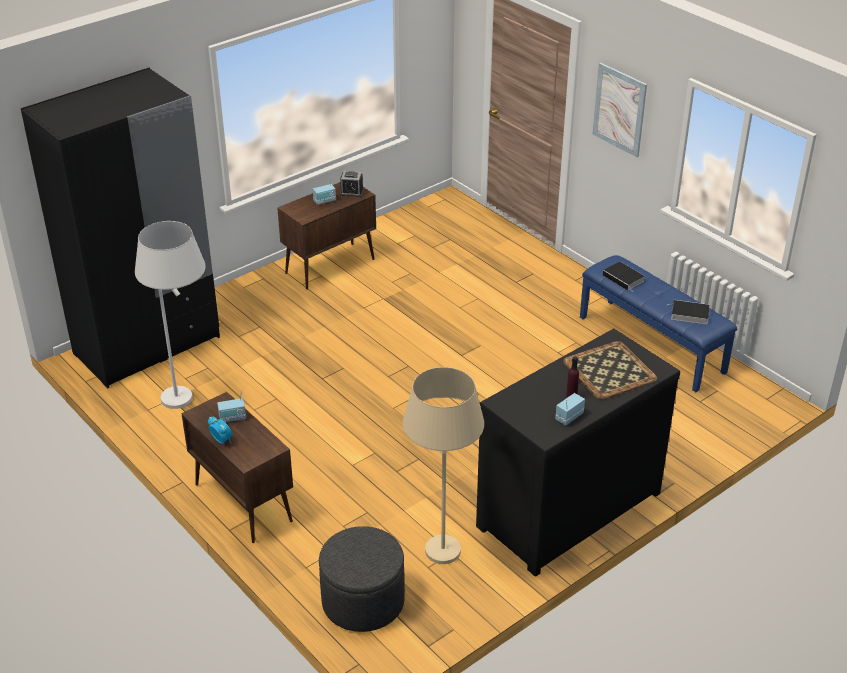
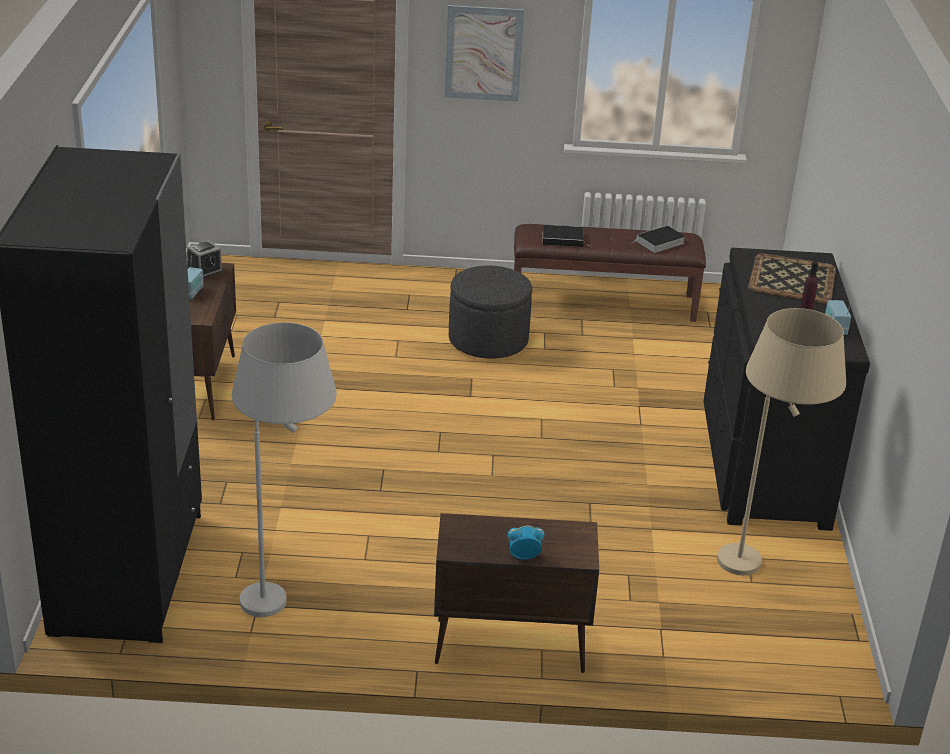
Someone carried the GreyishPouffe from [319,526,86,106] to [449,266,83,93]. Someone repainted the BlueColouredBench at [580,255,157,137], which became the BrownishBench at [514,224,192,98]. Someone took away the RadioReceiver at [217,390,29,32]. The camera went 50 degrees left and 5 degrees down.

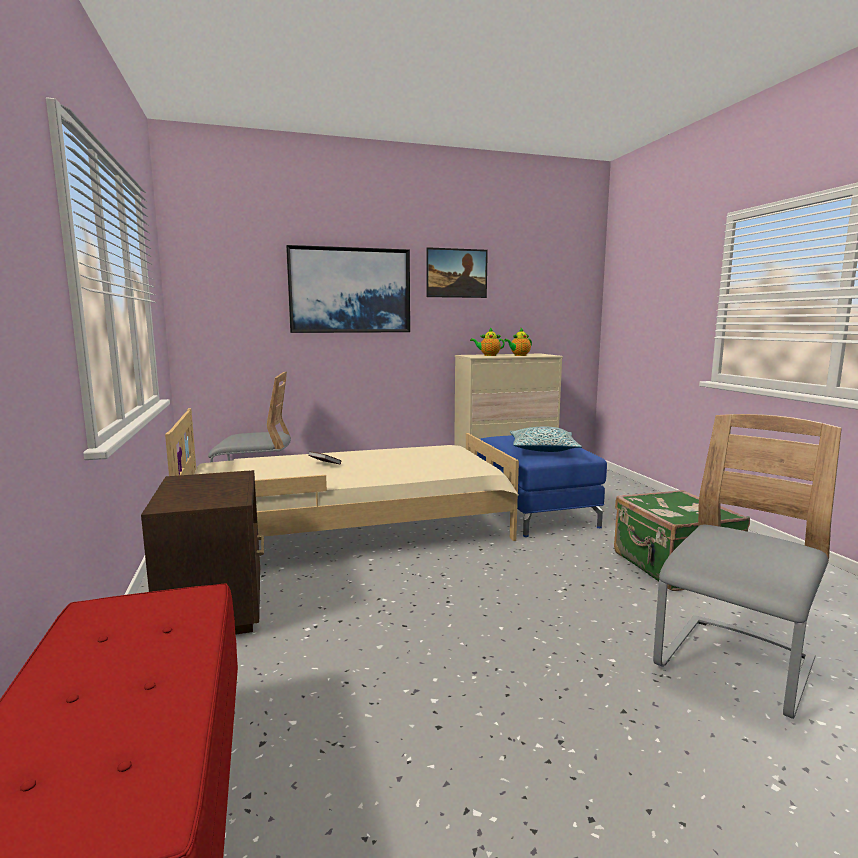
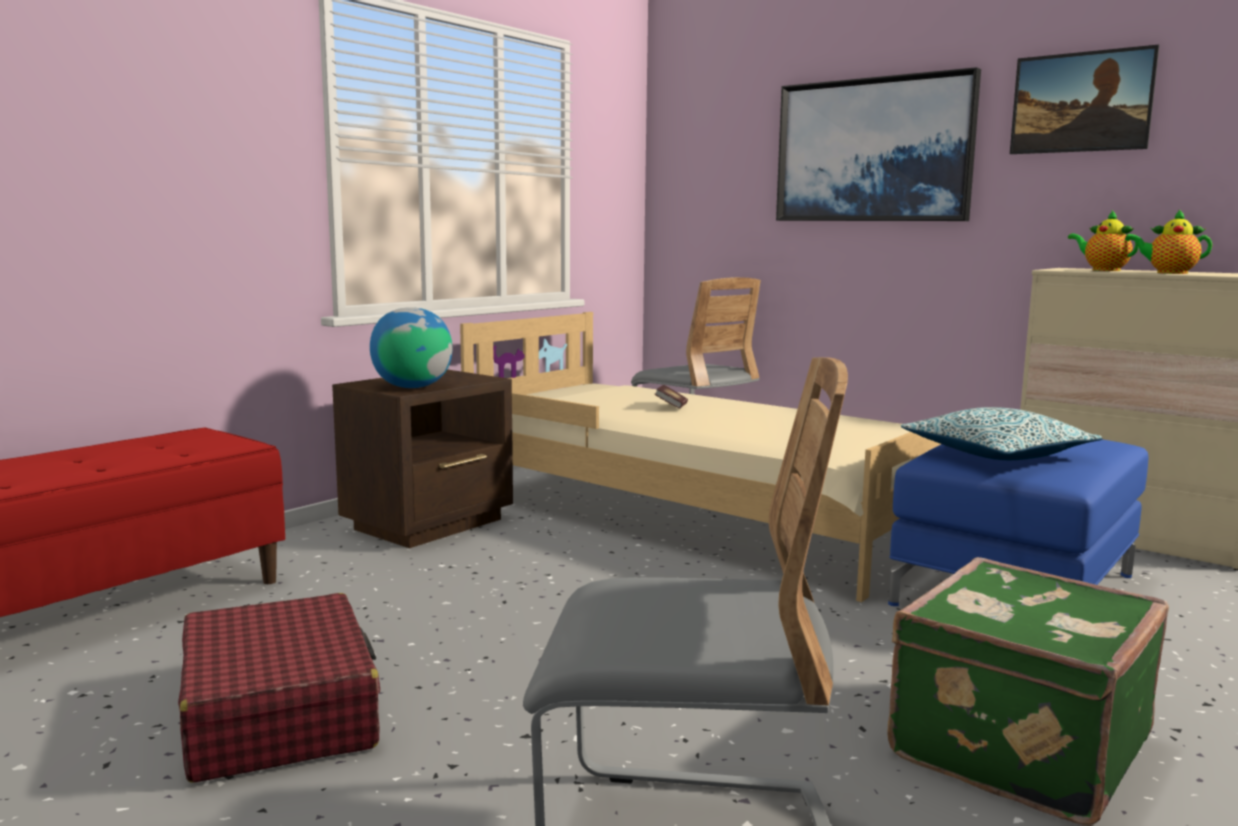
Someone put down the ReddishSuitcase at [178,593,202,190]. Someone put down the Globe at [370,307,83,81]. The camera went 55 degrees right and 0 degrees up.

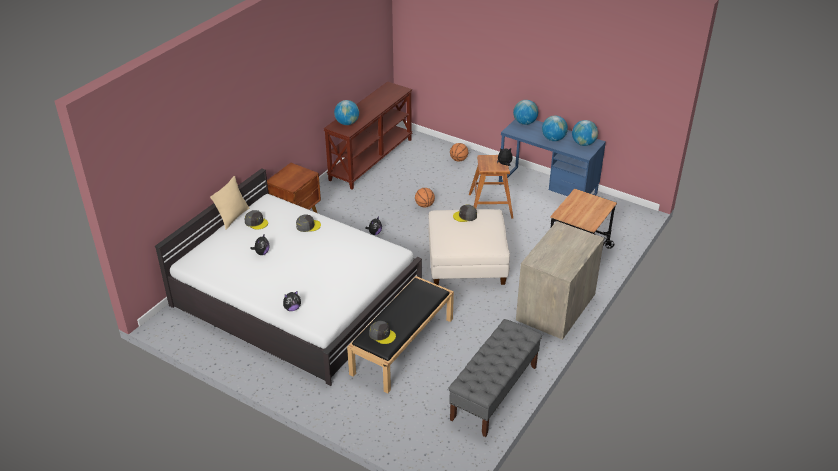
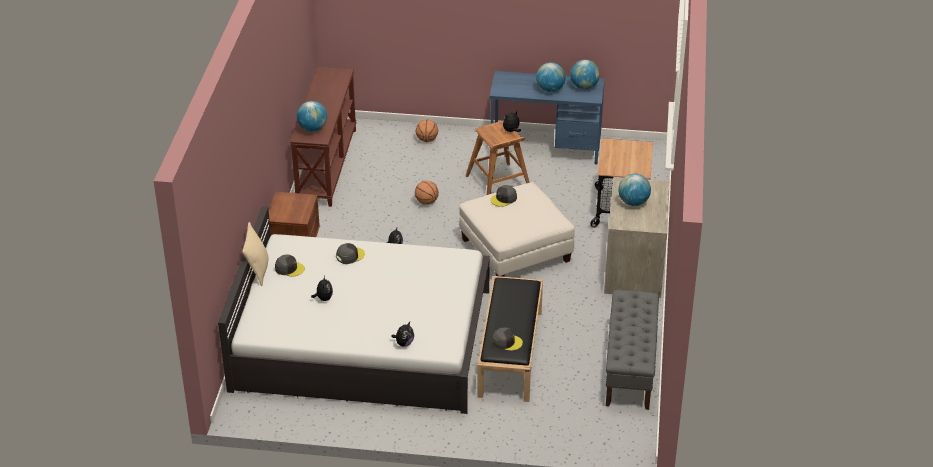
Someone carried the Globe from [513,100,25,25] to [618,174,33,32]. The camera went 25 degrees left and 0 degrees up.

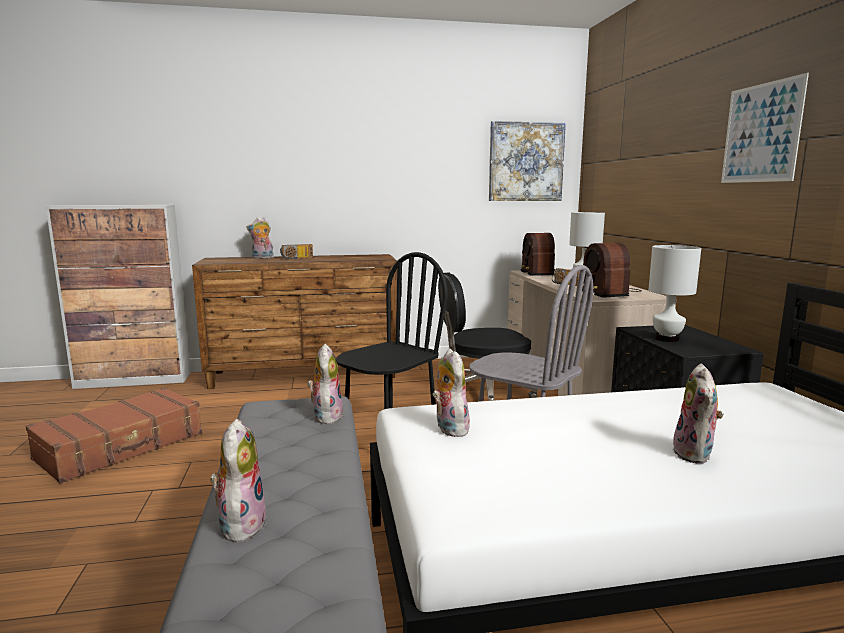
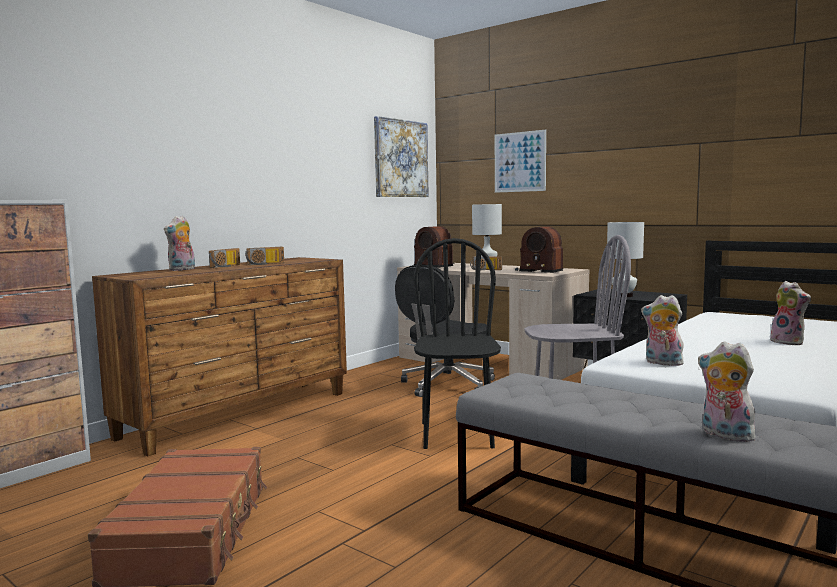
Someone put down the RadioReceiver at [245,247,39,18]. Someone carried the WallArt from [721,73,88,110] to [495,129,51,64]. Someone took away the SoftToy at [307,344,36,80]. The camera went 40 degrees left and 5 degrees down.

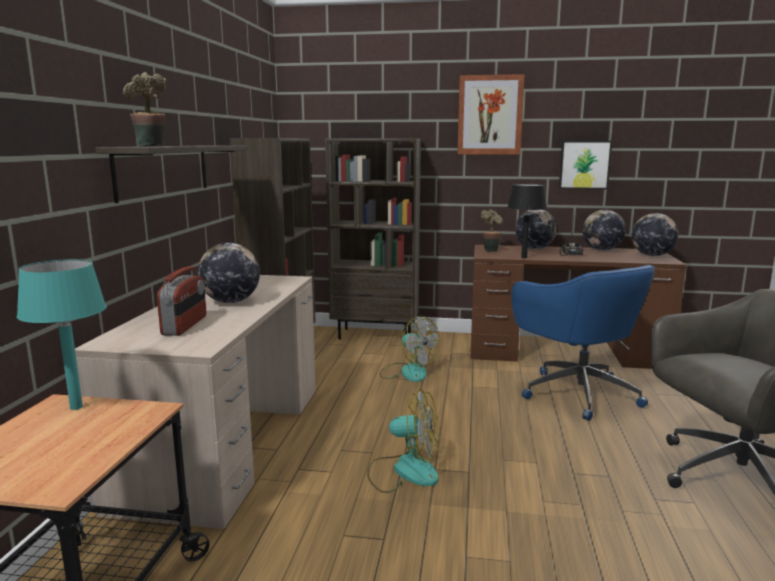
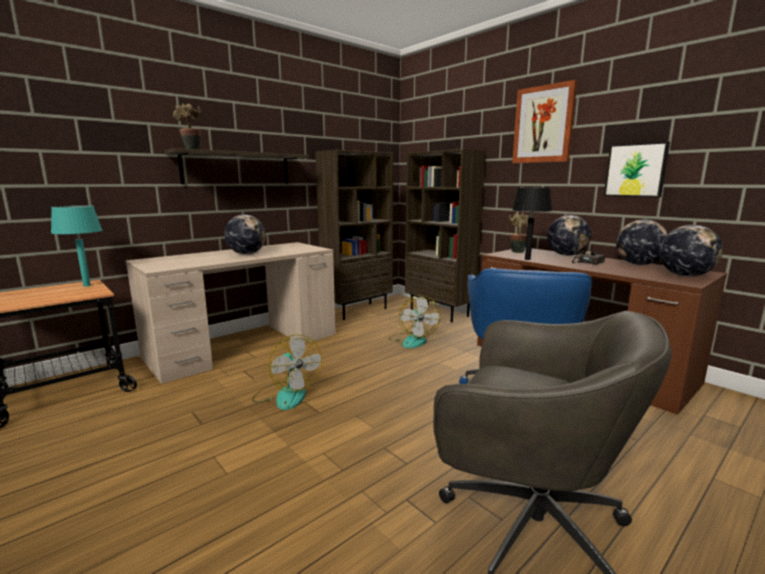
Someone took away the RadioReceiver at [157,266,49,70]. The camera went 40 degrees right and 0 degrees up.

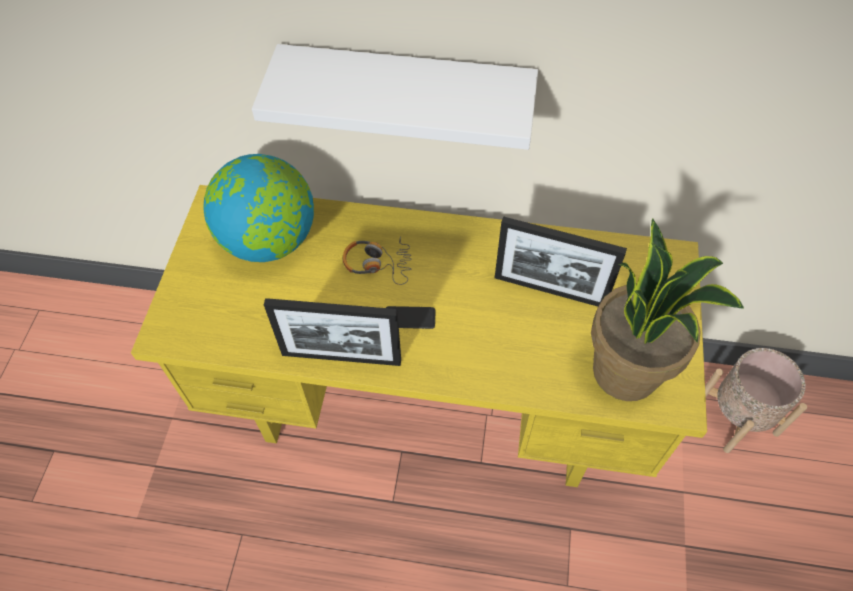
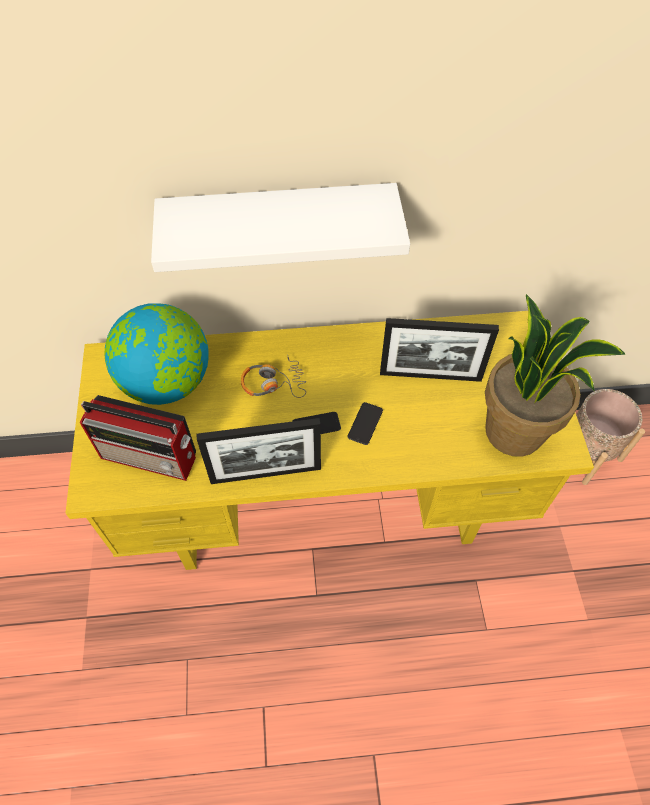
Someone put down the RadioReceiver at [80,395,116,86]. Someone put down the Telephone at [348,402,35,43]. The camera went 15 degrees left and 0 degrees up.

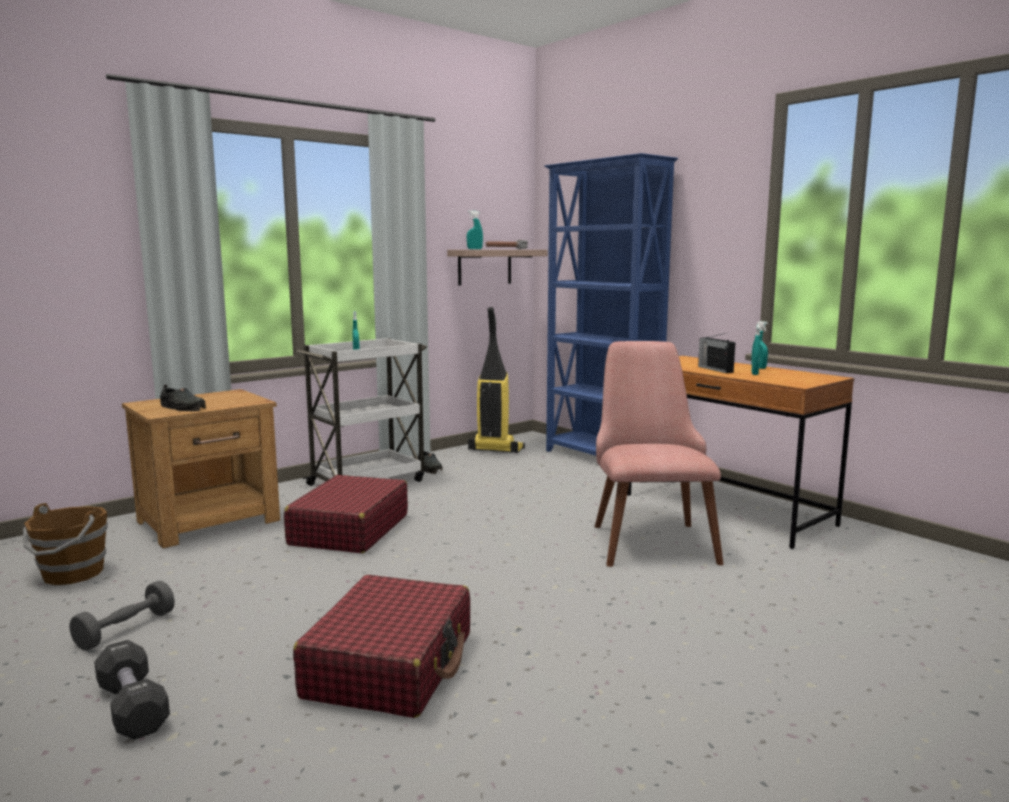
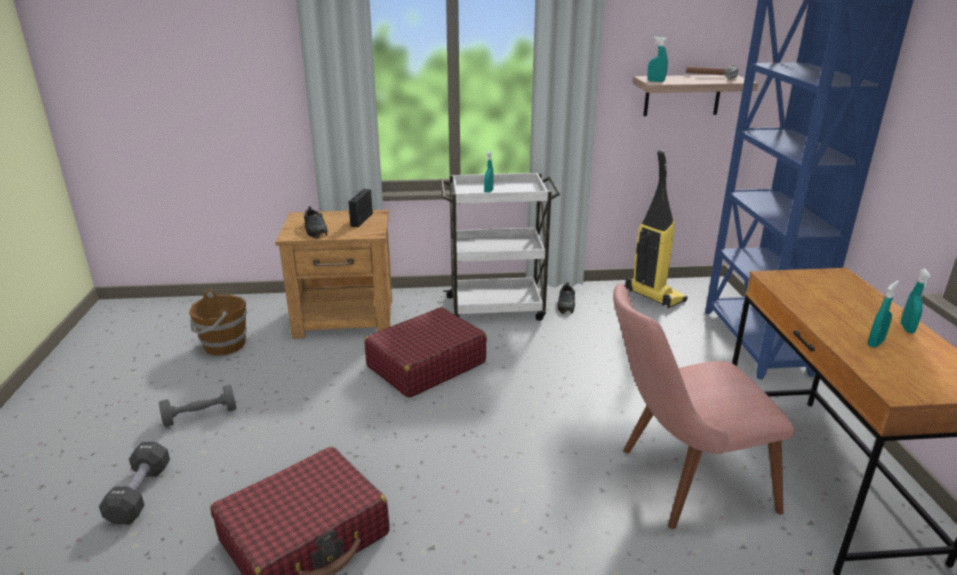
Someone carried the RadioReceiver from [698,333,37,40] to [348,189,25,38]. Someone rotated the PinkChair at [595,341,129,226] by 135 degrees counterclockwise. The camera went 35 degrees right and 15 degrees up.

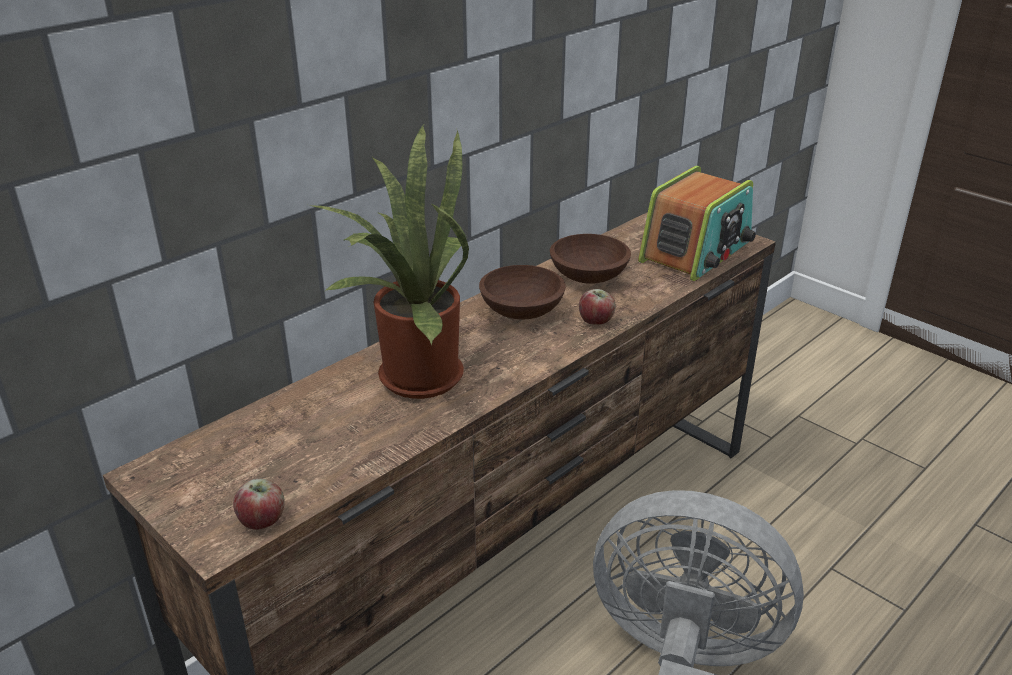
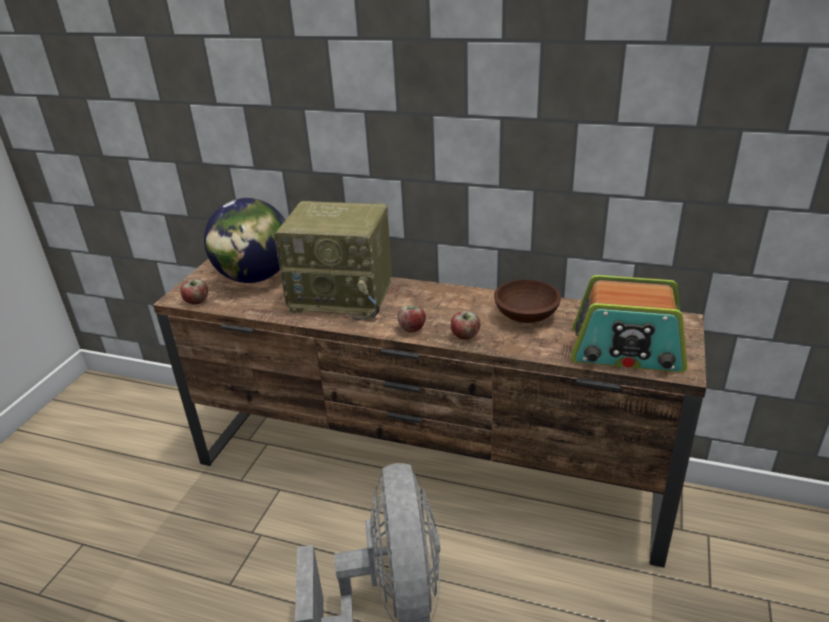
Someone put down the Globe at [204,198,81,85]. Someone swapped the PottedPlant at [309,125,160,274] for the RadioReceiver at [274,201,118,119]. Someone put down the WholeApple at [397,305,29,28]. Someone took away the BrownishServingBowl at [479,265,87,55]. The camera went 65 degrees right and 0 degrees up.

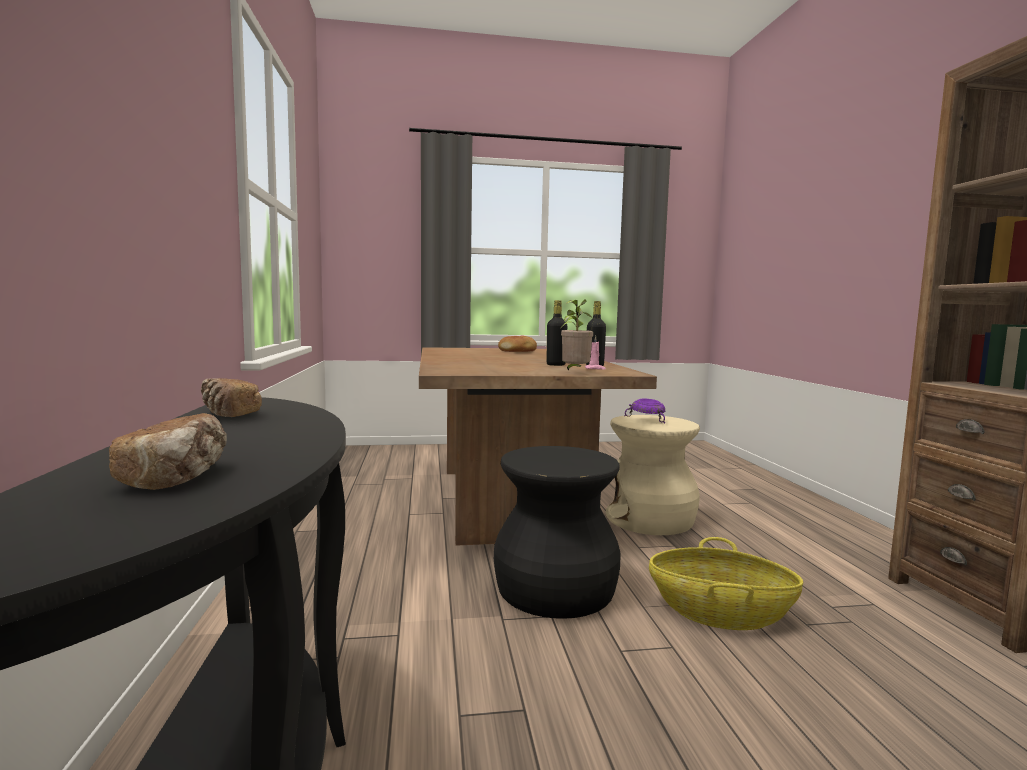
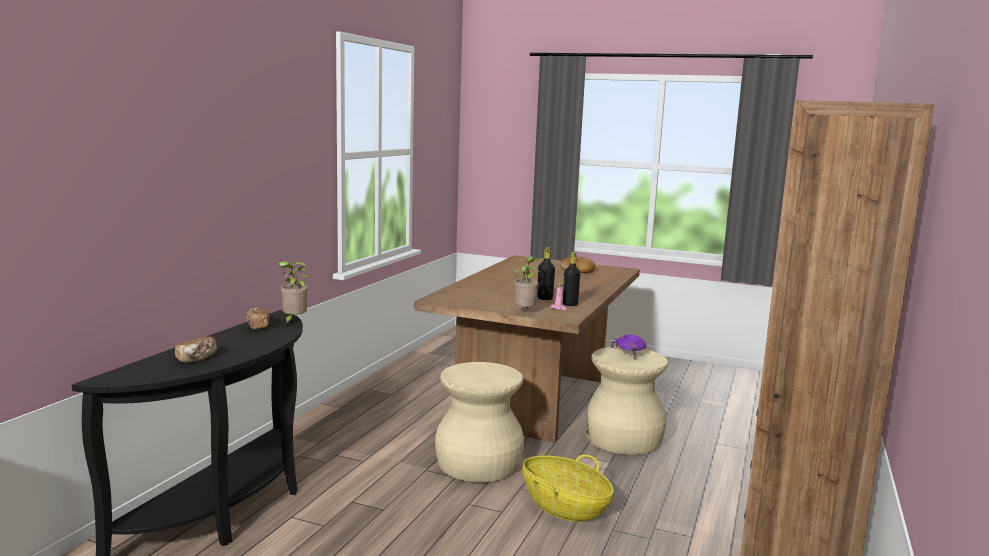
Someone put down the PottedPlant at [278,261,30,63]. Someone repainted the BlackColouredStool at [494,446,127,173], which became the SandColouredStool at [435,362,89,121]. The camera went 30 degrees right and 5 degrees up.

